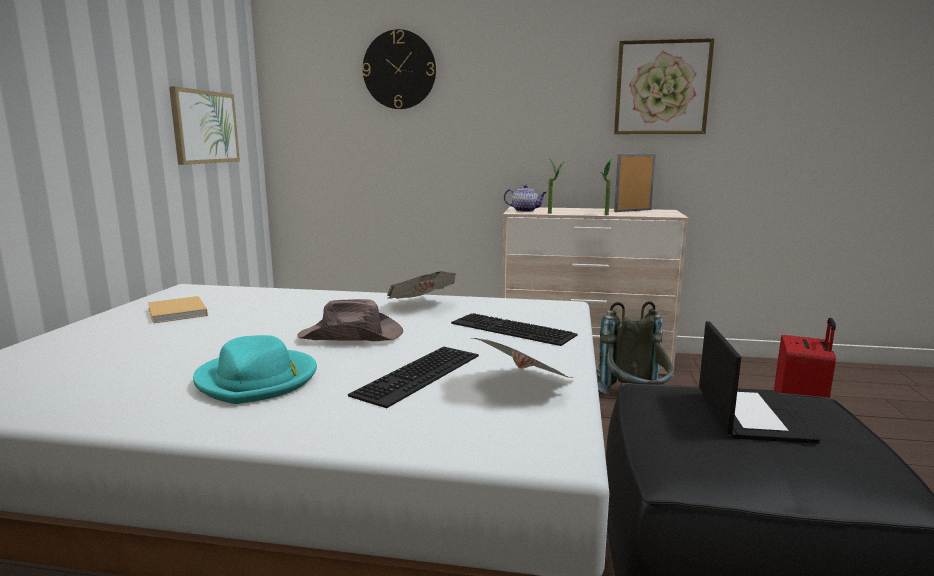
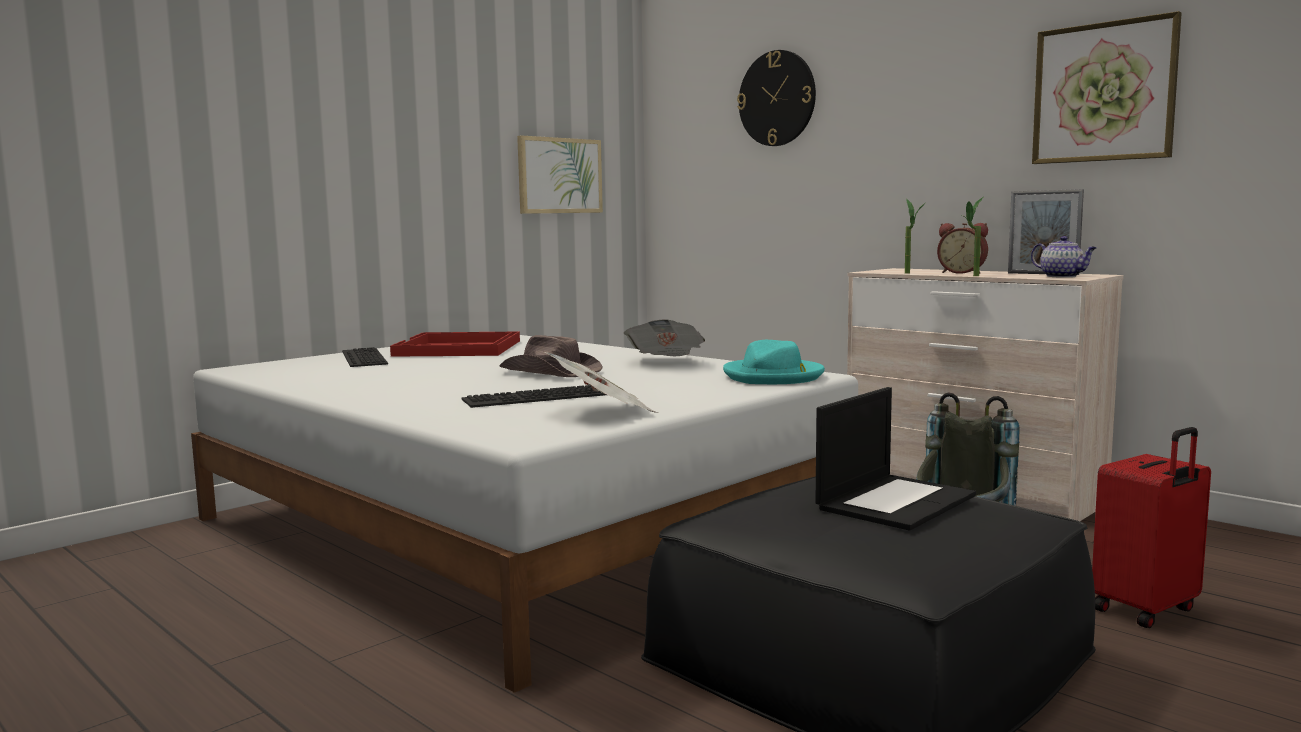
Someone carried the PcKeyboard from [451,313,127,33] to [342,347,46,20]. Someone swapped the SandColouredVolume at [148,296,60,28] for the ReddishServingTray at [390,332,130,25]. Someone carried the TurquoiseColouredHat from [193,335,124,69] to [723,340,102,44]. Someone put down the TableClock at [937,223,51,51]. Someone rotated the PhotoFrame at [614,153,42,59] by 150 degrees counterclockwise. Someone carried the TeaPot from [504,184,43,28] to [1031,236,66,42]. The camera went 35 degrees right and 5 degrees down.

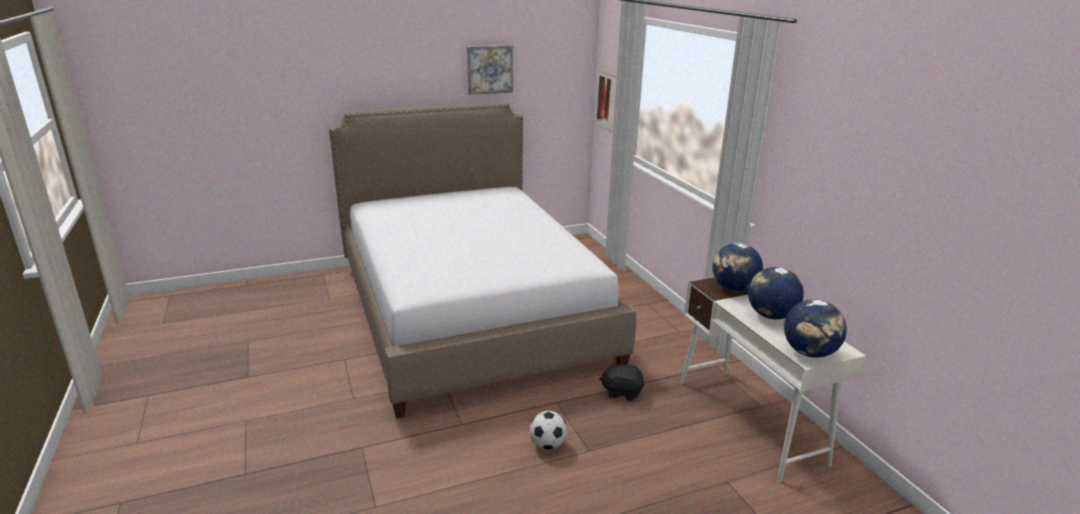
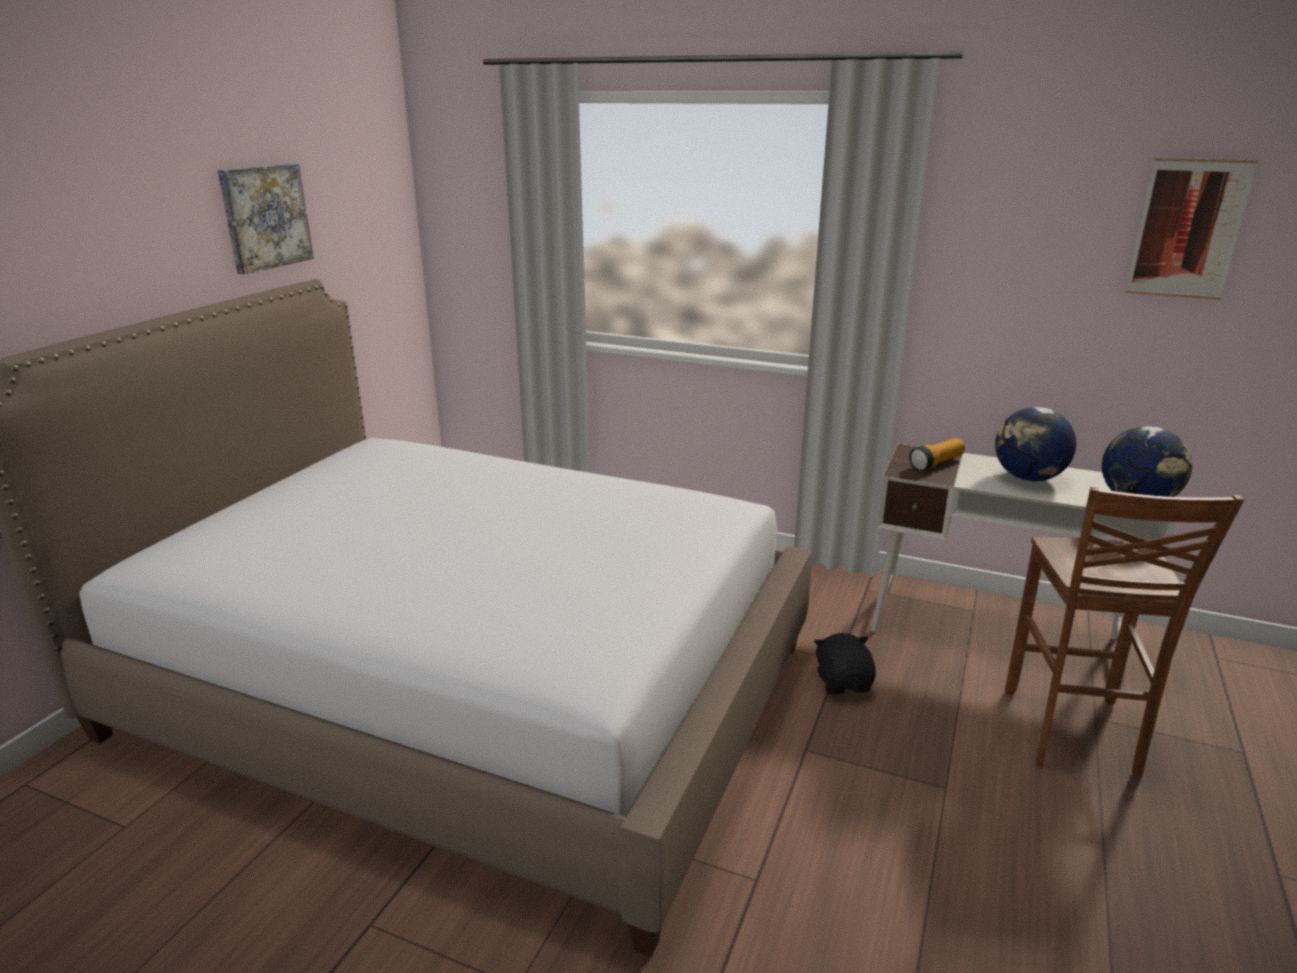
Someone rotated the BlackColouredSoftToy at [599,361,45,40] by 120 degrees clockwise. Someone swapped the Globe at [712,243,51,49] for the HandTorch at [909,438,56,33]. Someone put down the BrownishStool at [1005,487,239,291]. Someone carried the WallArt from [596,71,20,61] to [1125,158,133,142]. Someone took away the FootballBall at [530,411,37,39]. The camera went 45 degrees left and 0 degrees up.

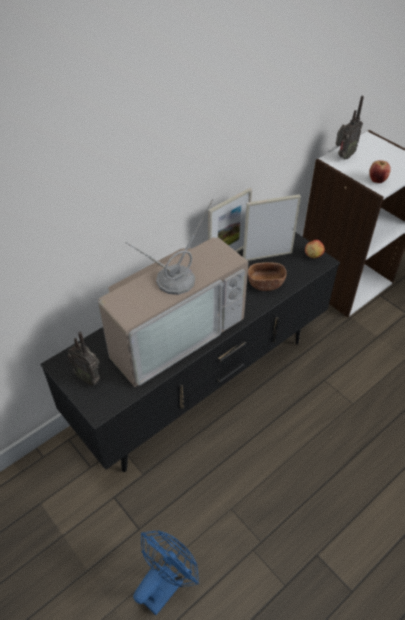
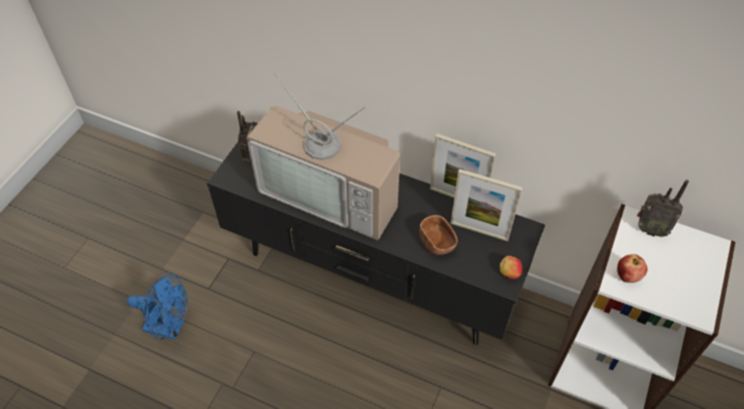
Someone rotated the PhotoFrame at [243,194,58,67] by 150 degrees clockwise. The camera went 65 degrees right and 5 degrees up.

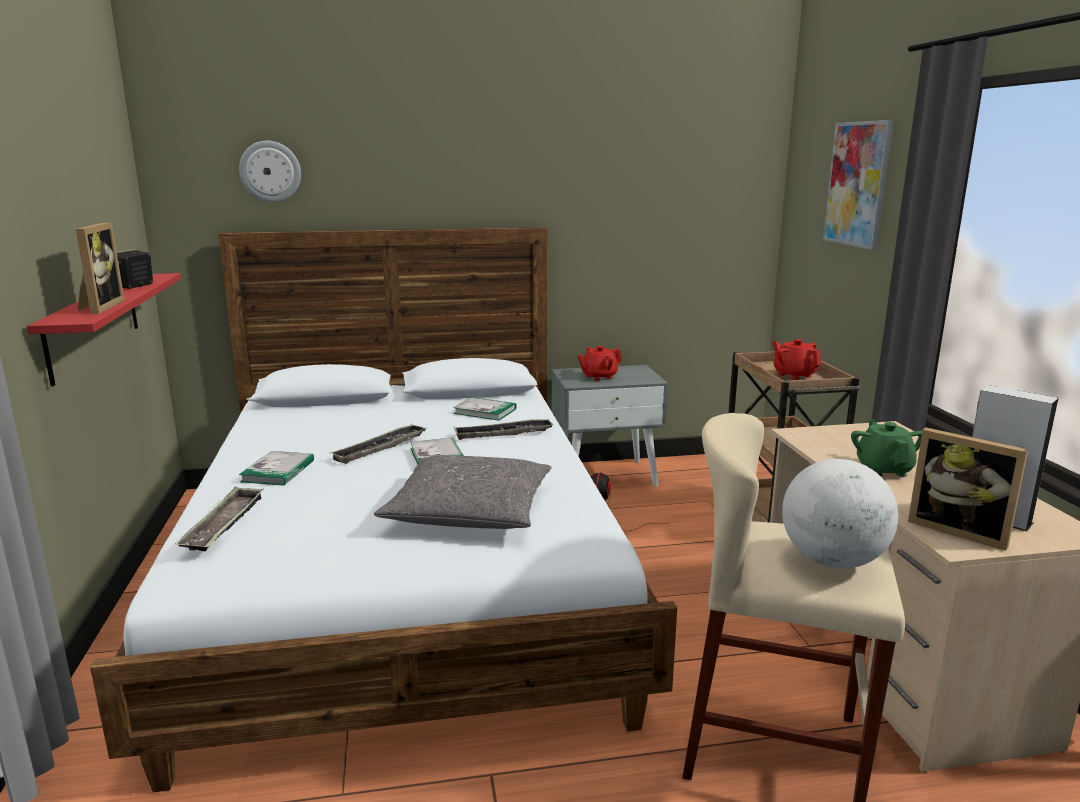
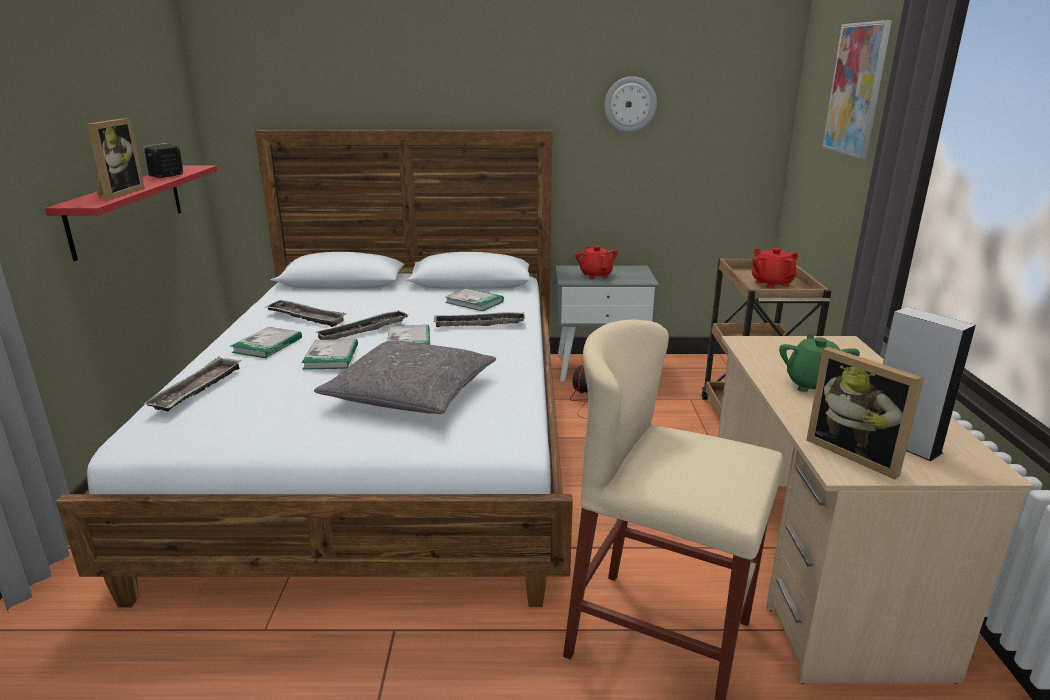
Someone put down the ServingTray at [266,300,80,27]. Someone put down the Volume at [301,339,57,31]. Someone rotated the ReddishTeaPot at [577,346,45,35] by 90 degrees clockwise. Someone carried the WallClock from [239,141,62,61] to [604,76,53,56]. Someone took away the Globe at [782,459,116,110]. The camera went 10 degrees right and 5 degrees up.

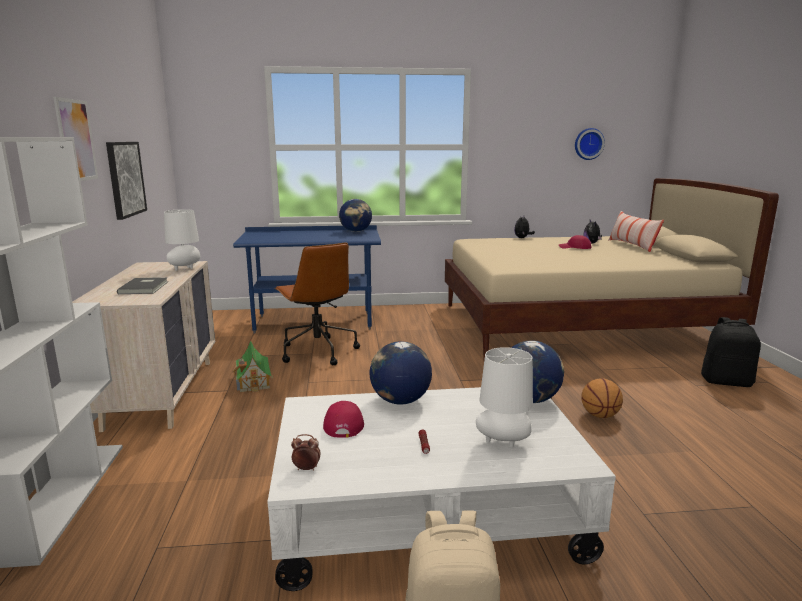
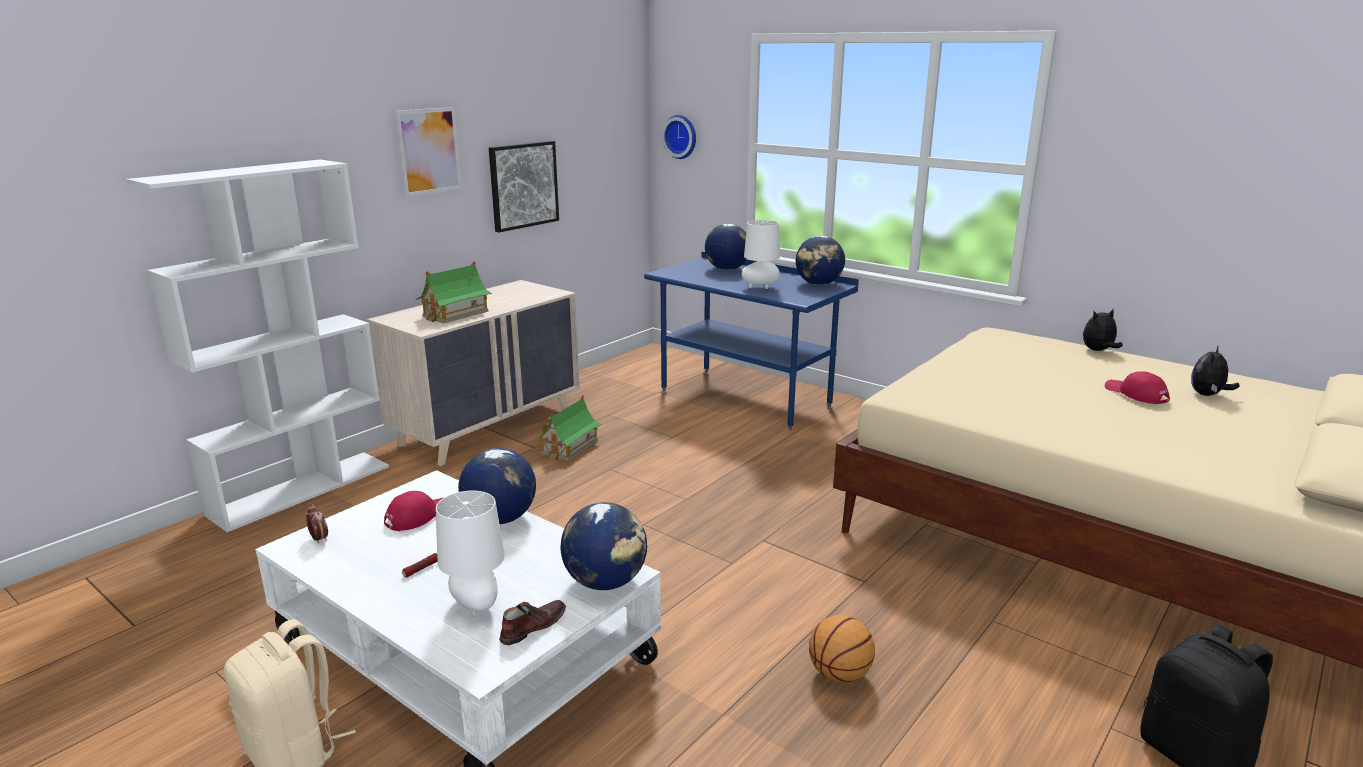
Someone swapped the GreyishVolume at [117,277,51,17] for the ToyHouse at [415,261,77,63]. Someone put down the BrownishItemOfFootwear at [500,600,66,45]. Someone carried the WallClock from [575,128,30,32] to [662,115,34,44]. Someone put down the Globe at [705,224,42,46]. Someone carried the WhiteColouredTableLamp from [164,209,36,62] to [742,220,38,69]. Someone took away the BrownishDeskChair at [274,242,86,123]. Someone took away the ThrowPillow at [608,211,56,41]. The camera went 45 degrees right and 5 degrees up.

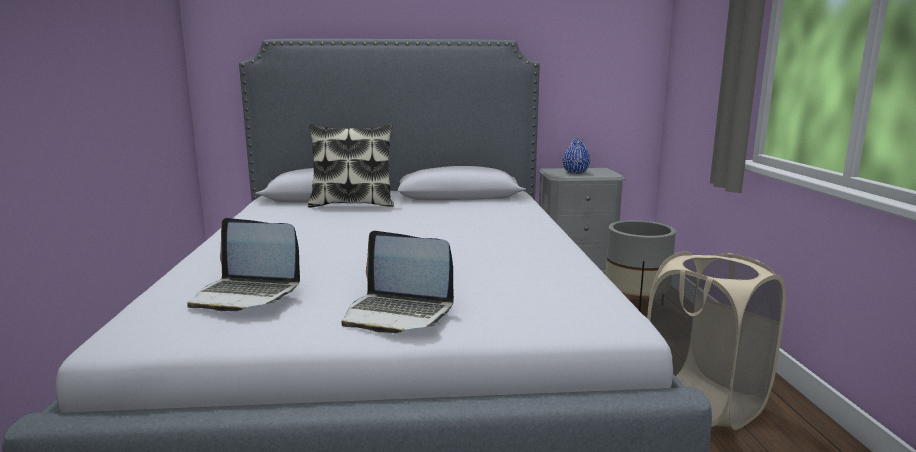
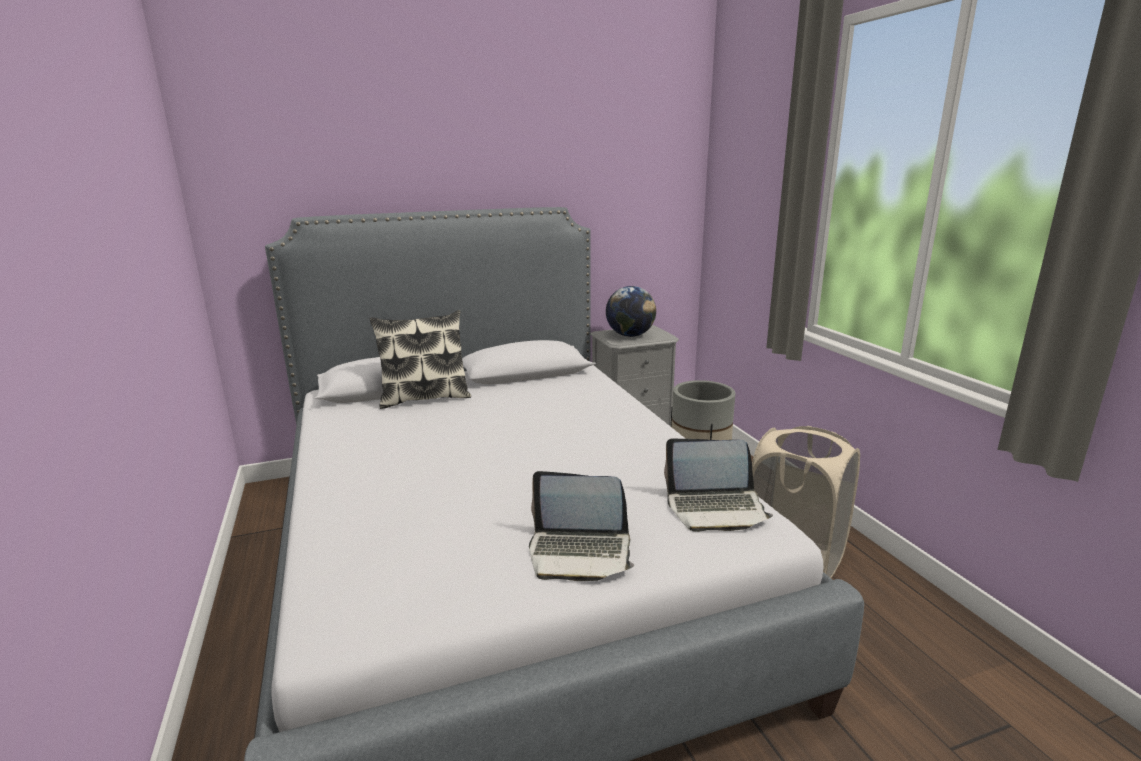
Someone swapped the BlueColouredVase at [563,139,27,35] for the Globe at [606,286,50,51]. Someone carried the NotebookComputer from [187,218,113,93] to [664,439,109,93]. The camera went 15 degrees left and 5 degrees up.

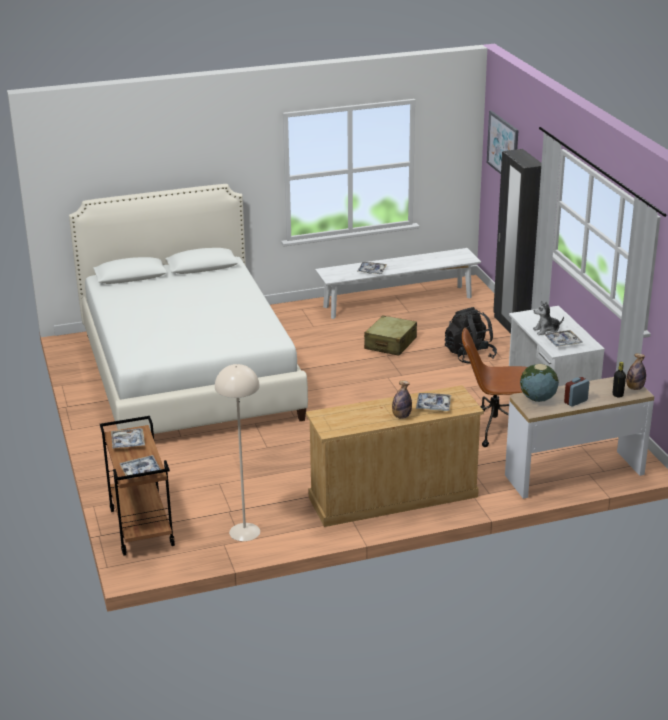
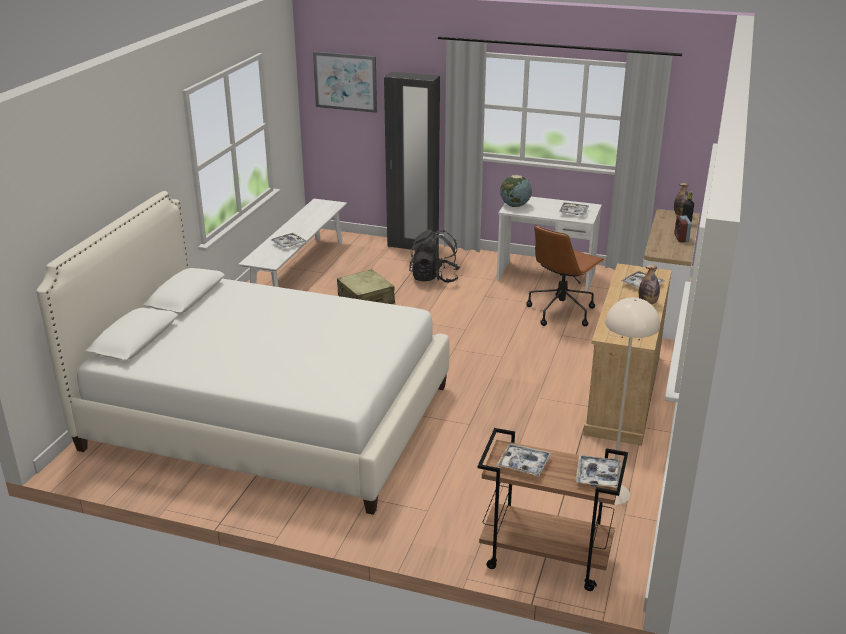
Someone carried the Globe from [520,364,39,38] to [500,175,32,32]. Someone took away the SoftToy at [533,301,31,34]. The camera went 55 degrees left and 0 degrees up.

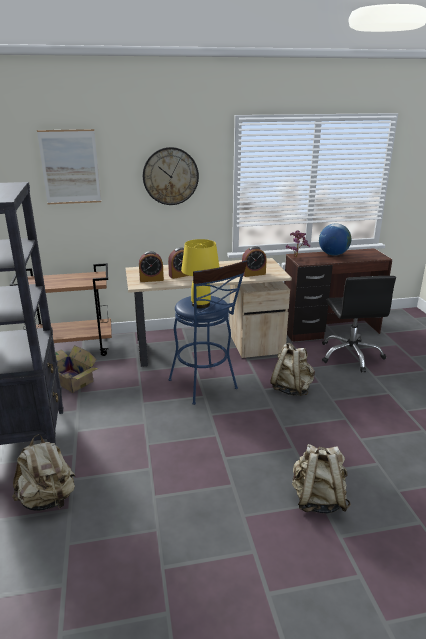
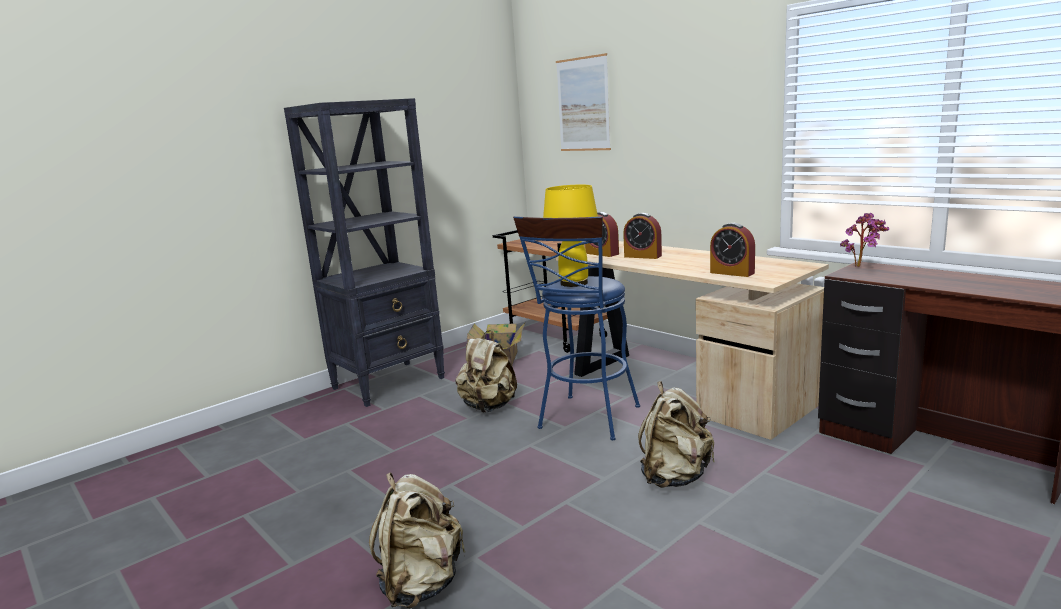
Someone carried the SandColouredRucksack from [12,434,63,77] to [455,330,62,83]. Someone took away the WallClock at [143,147,56,58]. Someone took away the Globe at [319,224,32,32]. Someone took away the BlackColouredDeskChair at [322,276,74,97]. The camera went 60 degrees right and 10 degrees down.

